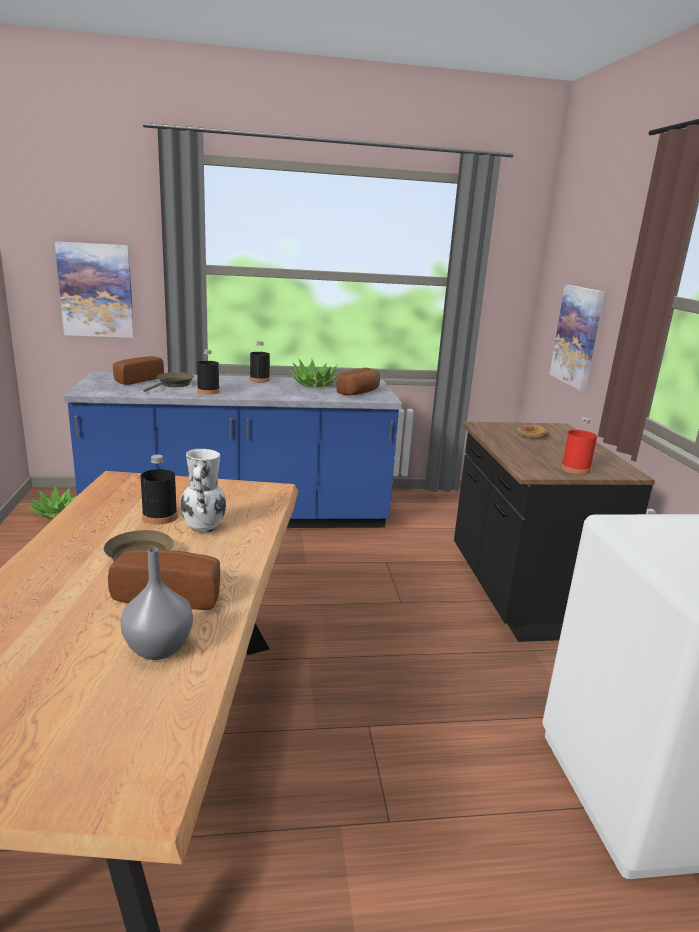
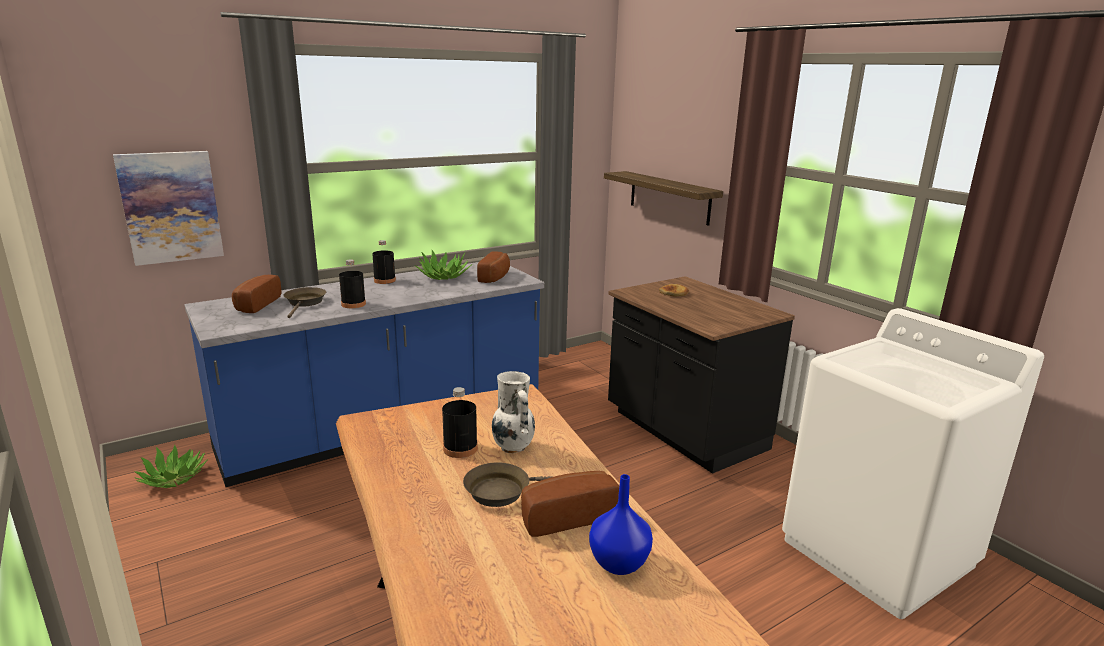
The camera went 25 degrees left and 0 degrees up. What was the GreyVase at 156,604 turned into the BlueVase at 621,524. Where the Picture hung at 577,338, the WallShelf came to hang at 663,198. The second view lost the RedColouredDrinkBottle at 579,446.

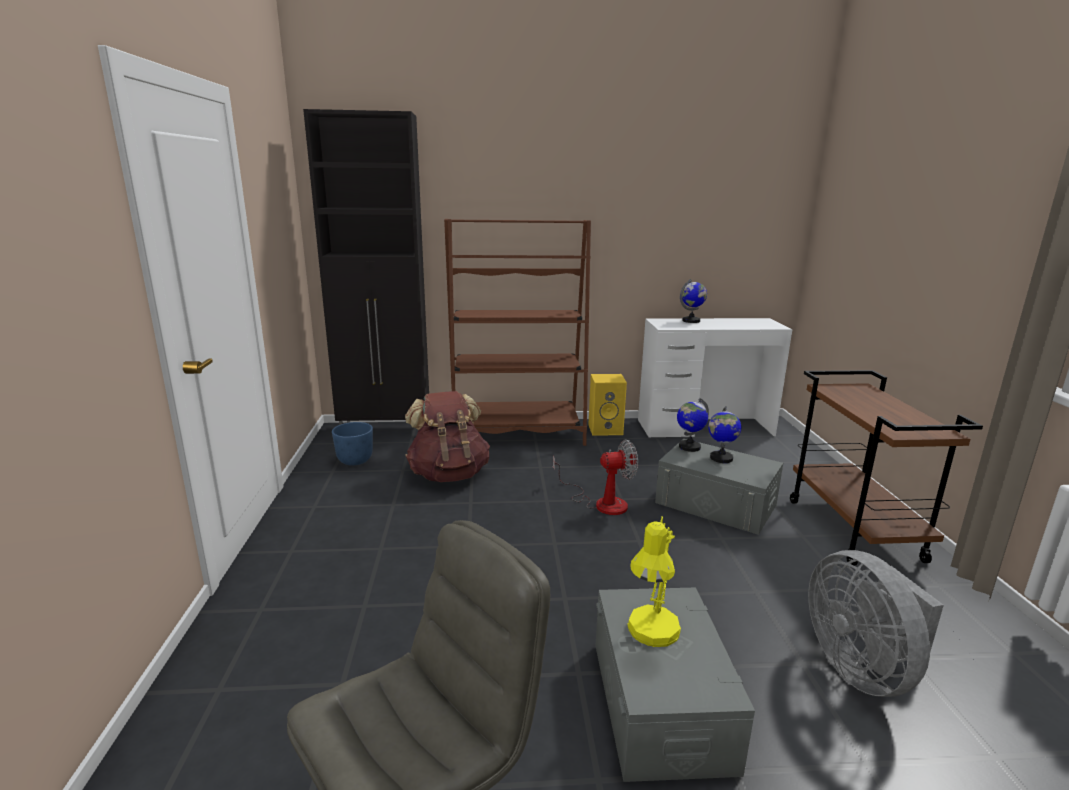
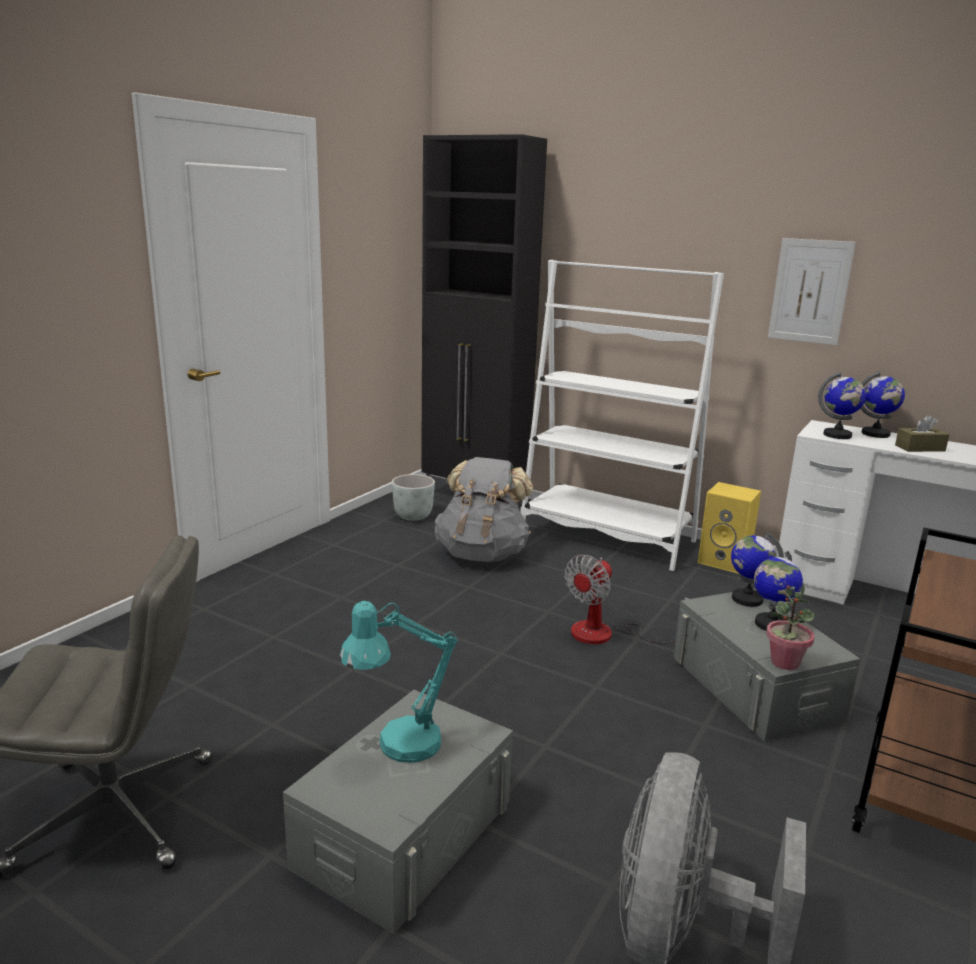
The camera went 35 degrees right and 0 degrees up. What was the BluePlantPot at 352,444 turned into the GreyPlantPot at 413,497. What was the BrownColouredRucksack at 447,436 turned into the GreyRucksack at 484,509. What was the BrownColouredShelvingUnit at 517,332 turned into the WhitishShelvingUnit at 622,415. The Fan at 595,477 ended up facing another way, 105 degrees clockwise from before. What was the YellowTableLamp at 654,581 turned into the BlueGreenTableLamp at 398,682. The second view gained the PottedPlant at 790,626. The second view gained the Picture at 812,291. The second view gained the Globe at 842,405. The second view gained the BrownColouredBoxOfTissues at 922,433.

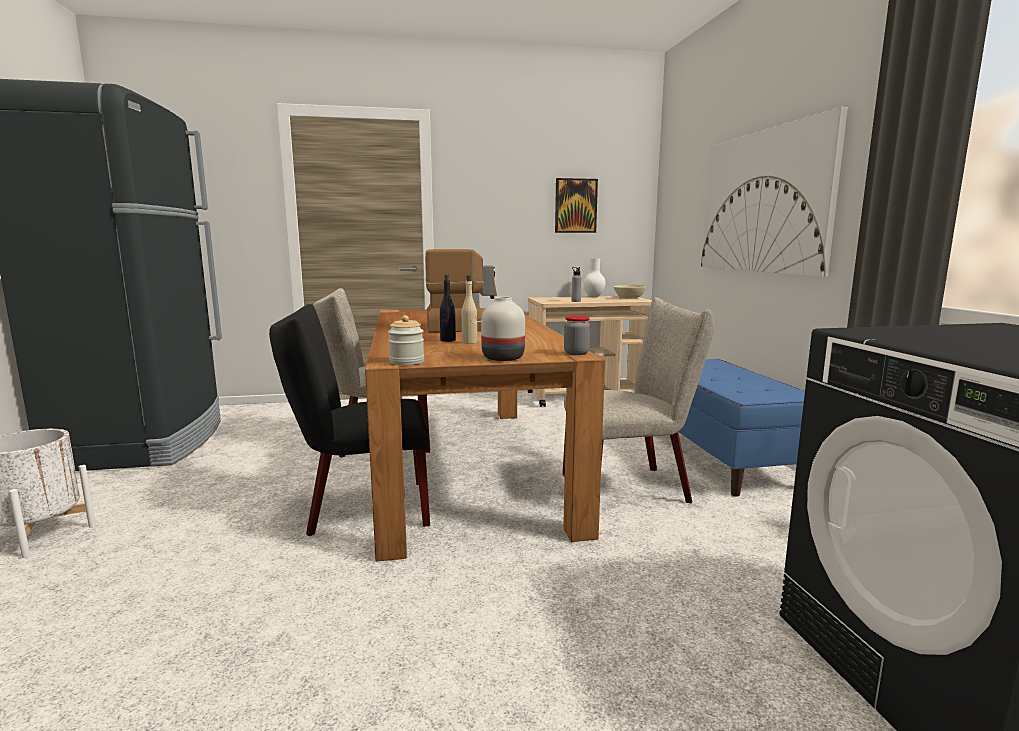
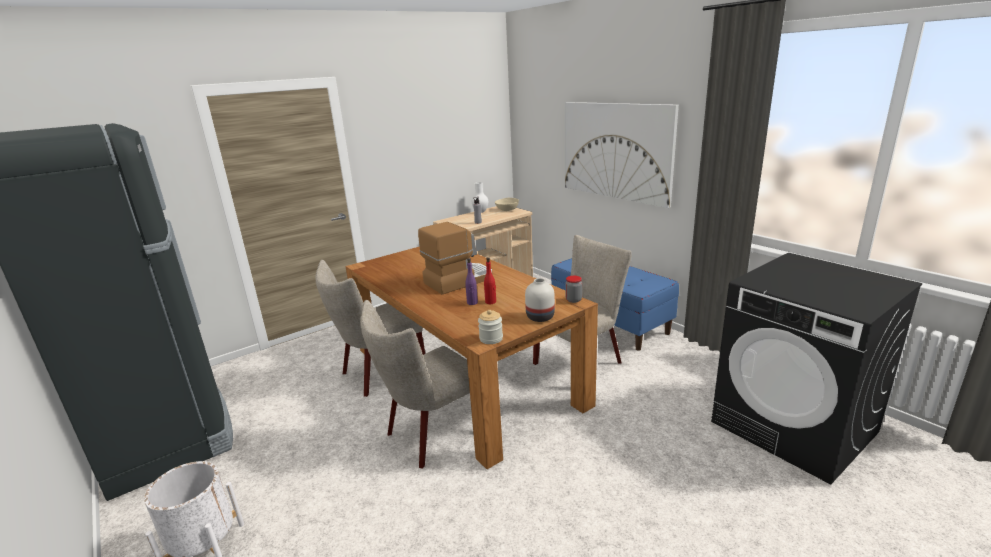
The camera went 25 degrees left and 10 degrees up. What was the BlackChair at 349,420 turned into the SandColouredChair at 415,384. What was the BlackDrinkBottle at 448,308 turned into the PurpleDrinkBottle at 471,281. What was the SandColouredDrinkBottle at 469,309 turned into the RedColouredDrinkBottle at 490,280. The second view lost the Picture at 576,205.

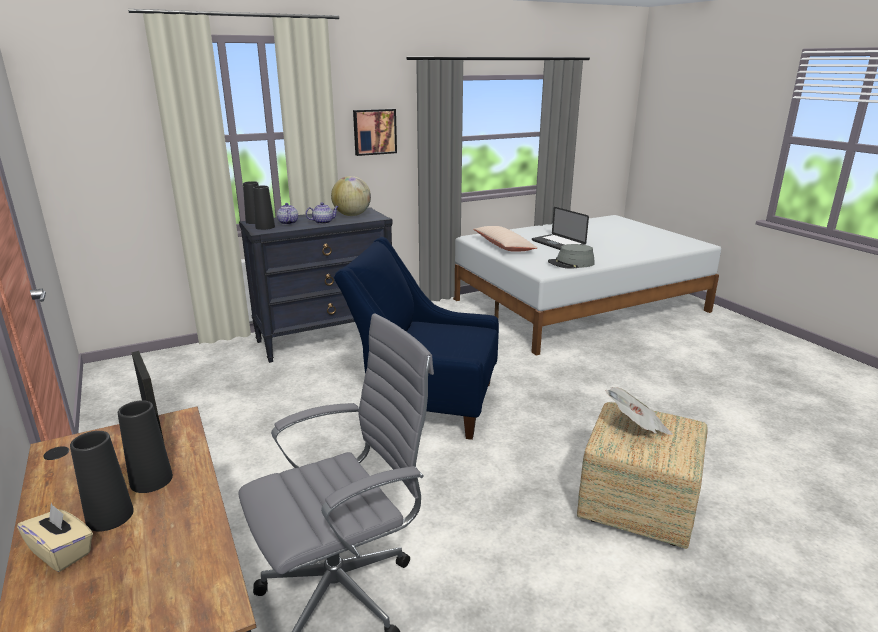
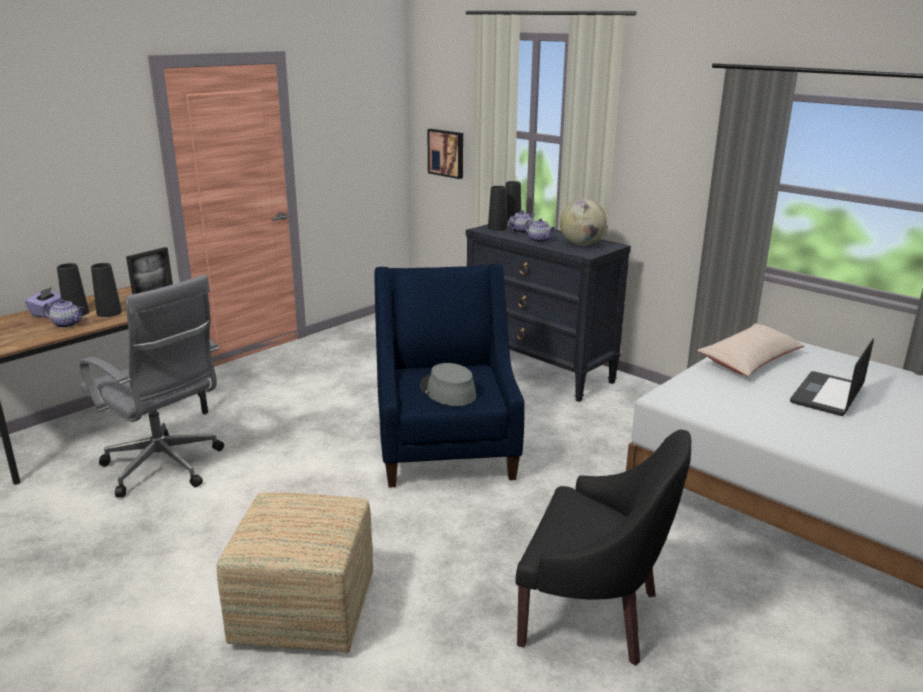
The camera went 70 degrees right and 0 degrees up. What was the SandColouredBoxOfTissues at 55,537 turned into the PurpleBoxOfTissues at 43,302. The Picture ended up elsewhere, having gone from 375,132 to 445,154. The GreyWearableHat ended up elsewhere, having gone from 571,256 to 448,384. The second view lost the DailyPaper at 639,411. The second view gained the Teapot at 63,313. The second view gained the BlackArmchair at 603,548.

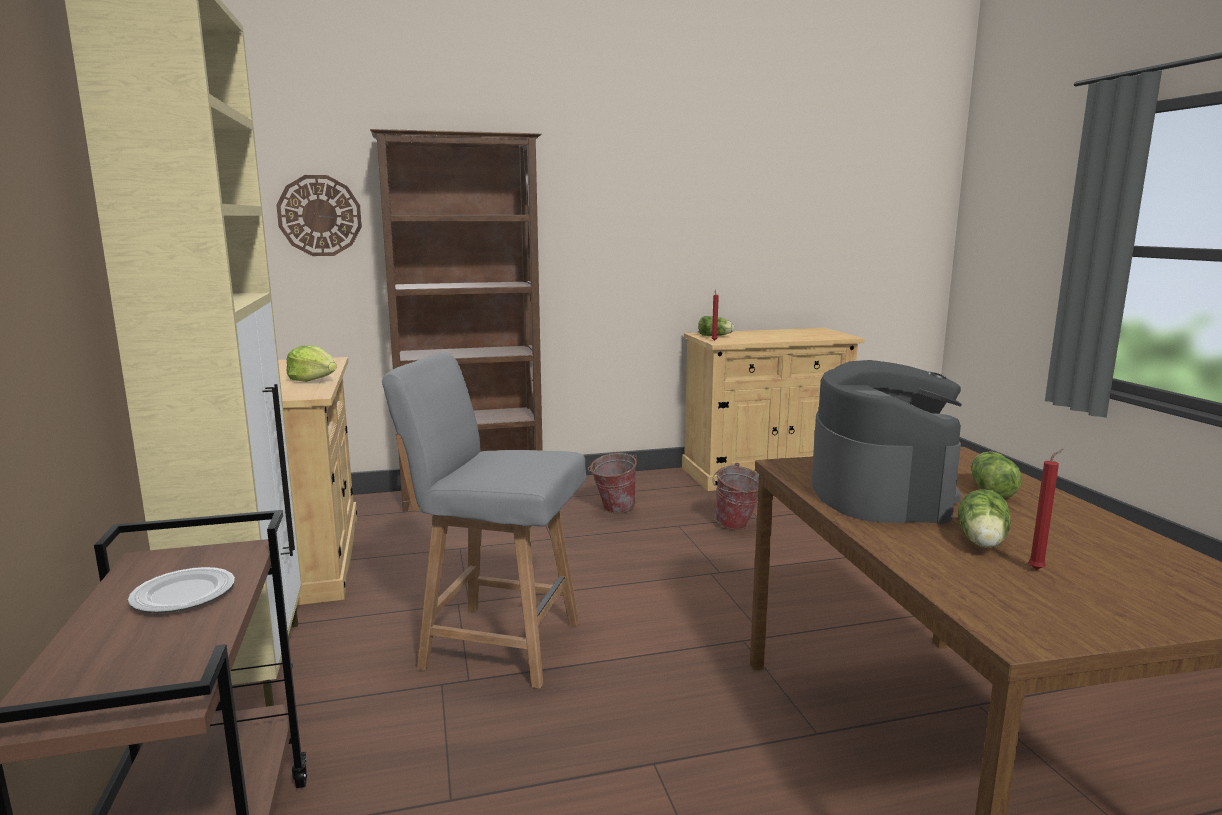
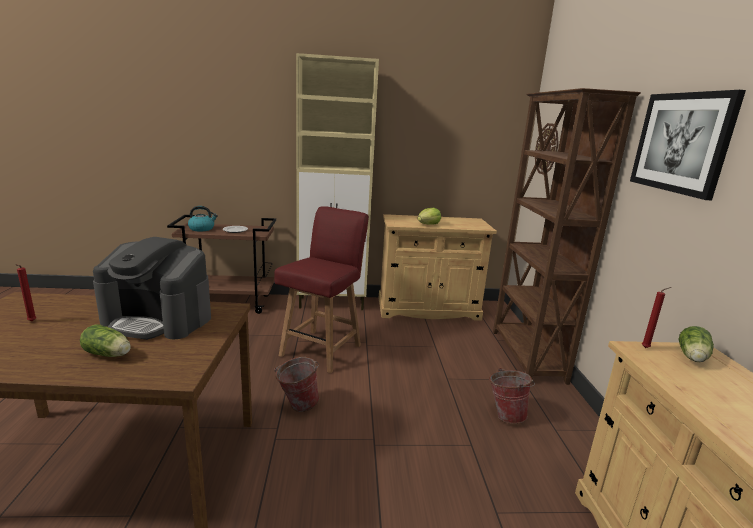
The camera went 100 degrees right and 5 degrees up. What was the GreyChair at 484,520 turned into the RedColouredChair at 321,289. The Pail ended up elsewhere, having gone from 735,496 to 296,384. The second view lost the Lettuce at 984,518. The second view gained the Kettle at 203,219. The second view gained the Picture at 688,145.

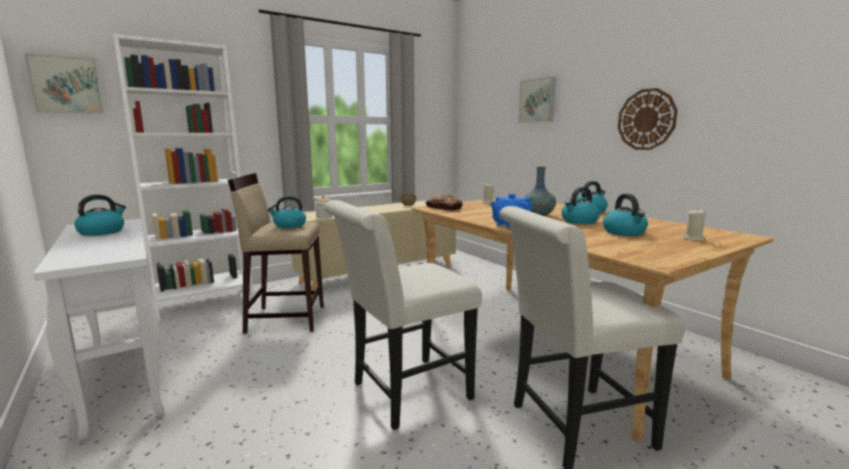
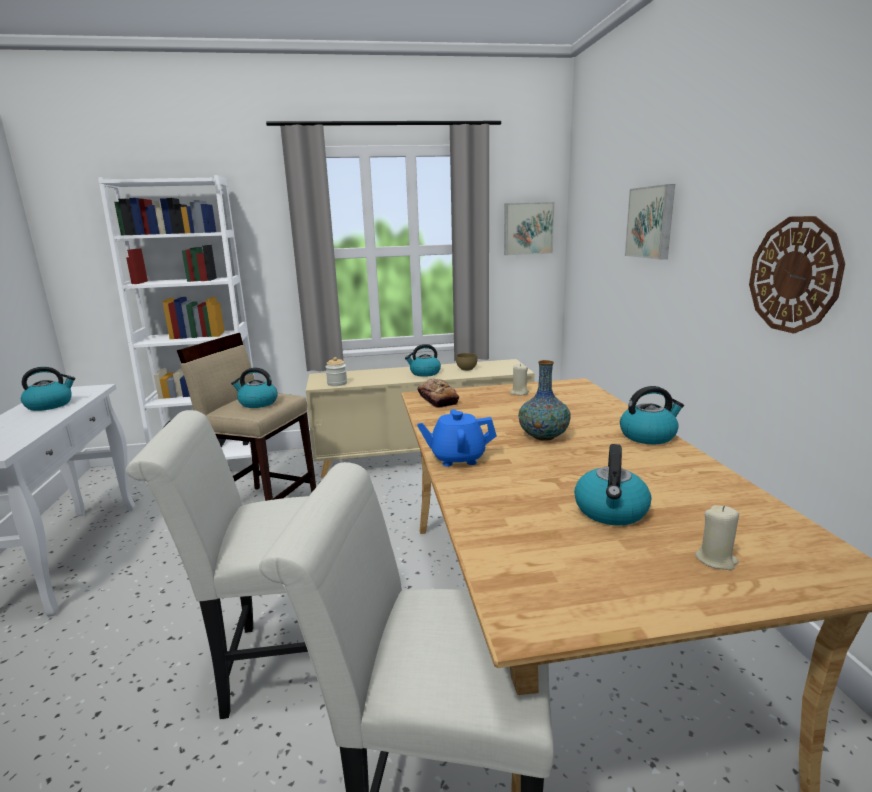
The camera went 25 degrees right and 5 degrees up. The Picture ended up elsewhere, having gone from 64,83 to 529,228. The Kettle ended up elsewhere, having gone from 580,205 to 423,360.

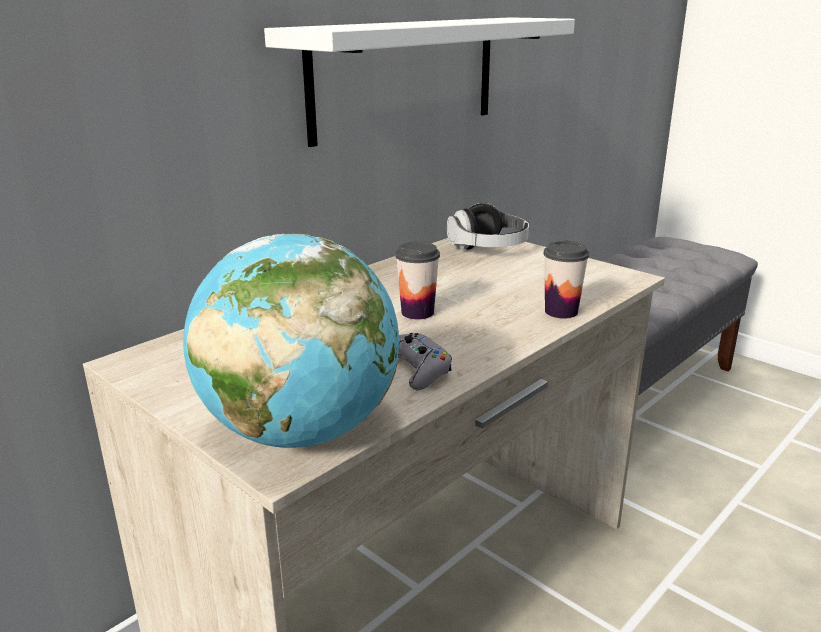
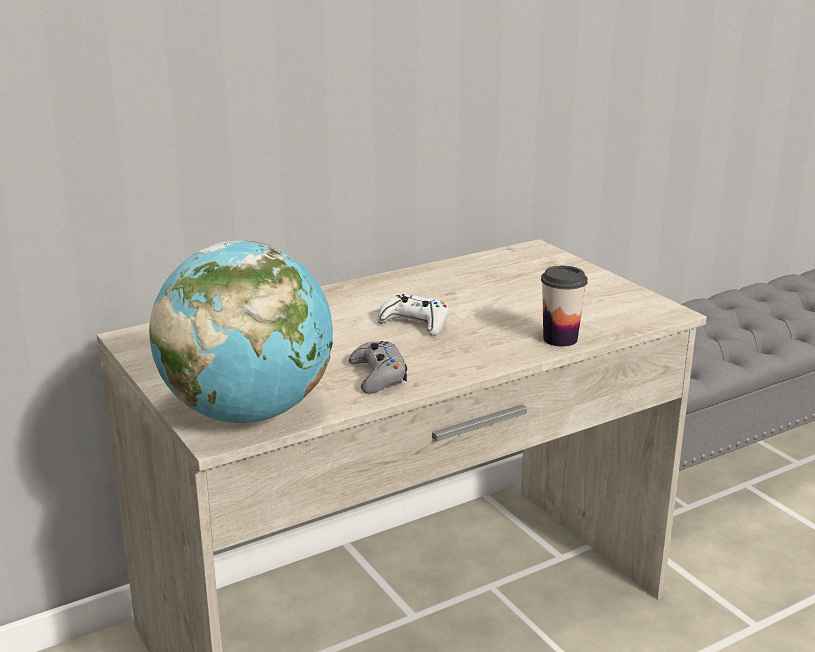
The camera went 15 degrees right and 0 degrees up. The second view lost the WhitishWallShelf at 419,82. Where the SmallCup stood at 417,280, the WhitishGamepad came to stand at 413,315. The second view lost the PairOfHeadphones at 488,226.

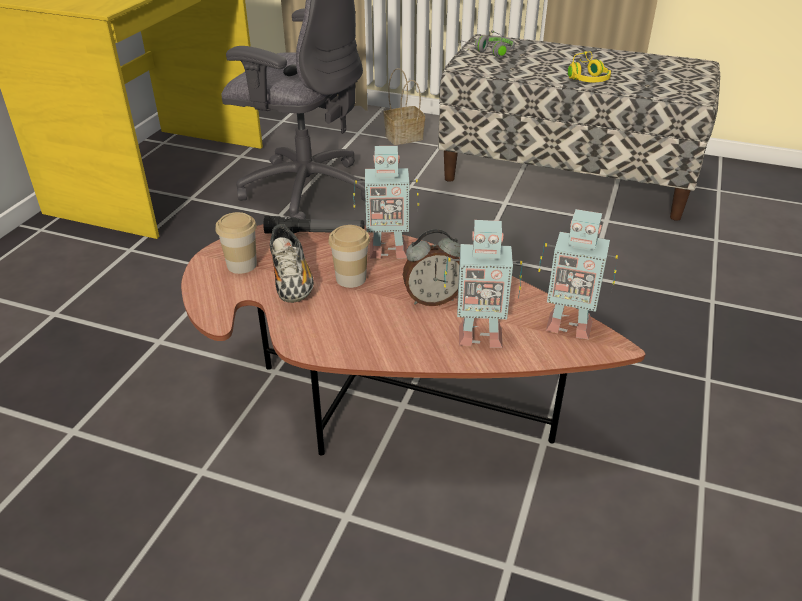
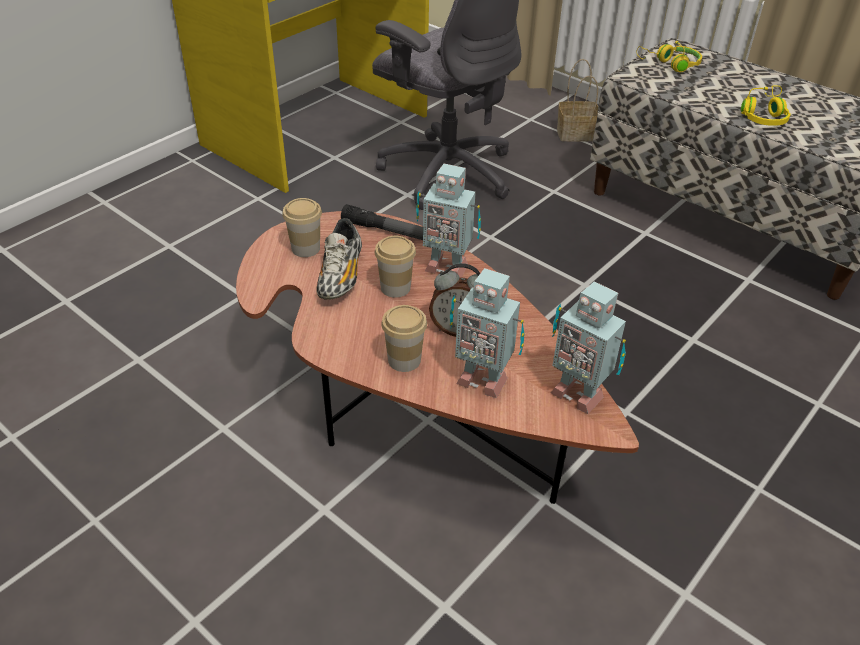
The camera went 20 degrees right and 5 degrees up. What was the GreyPairOfHeadphones at 486,43 turned into the YellowPairOfHeadphones at 669,56. The second view gained the SmallCup at 404,338.

